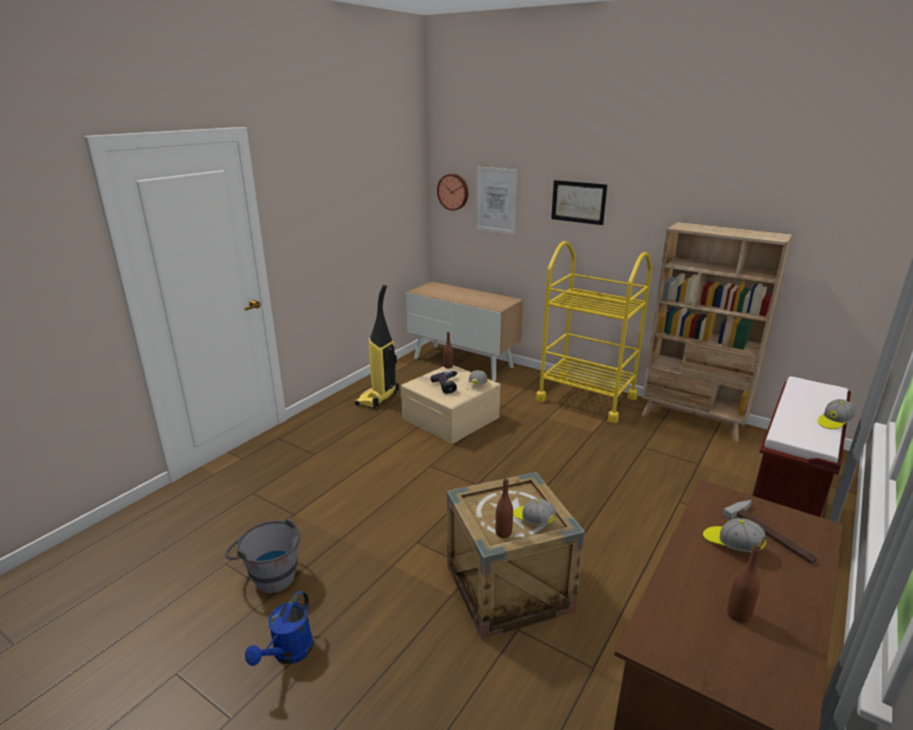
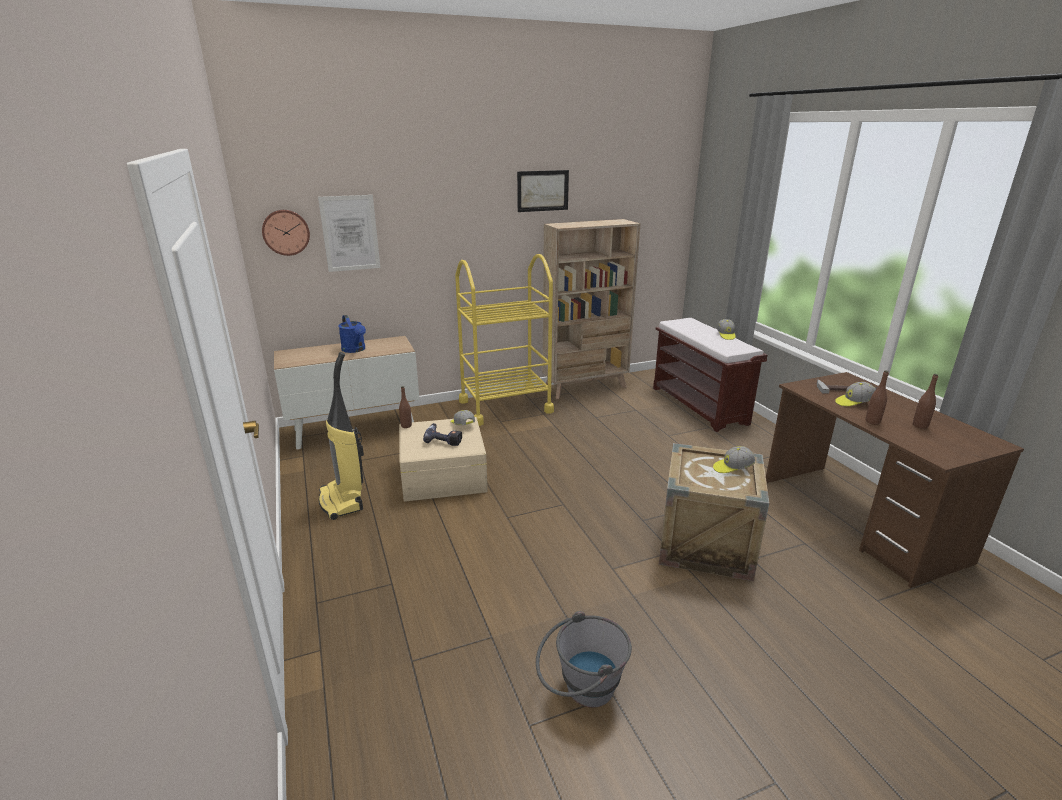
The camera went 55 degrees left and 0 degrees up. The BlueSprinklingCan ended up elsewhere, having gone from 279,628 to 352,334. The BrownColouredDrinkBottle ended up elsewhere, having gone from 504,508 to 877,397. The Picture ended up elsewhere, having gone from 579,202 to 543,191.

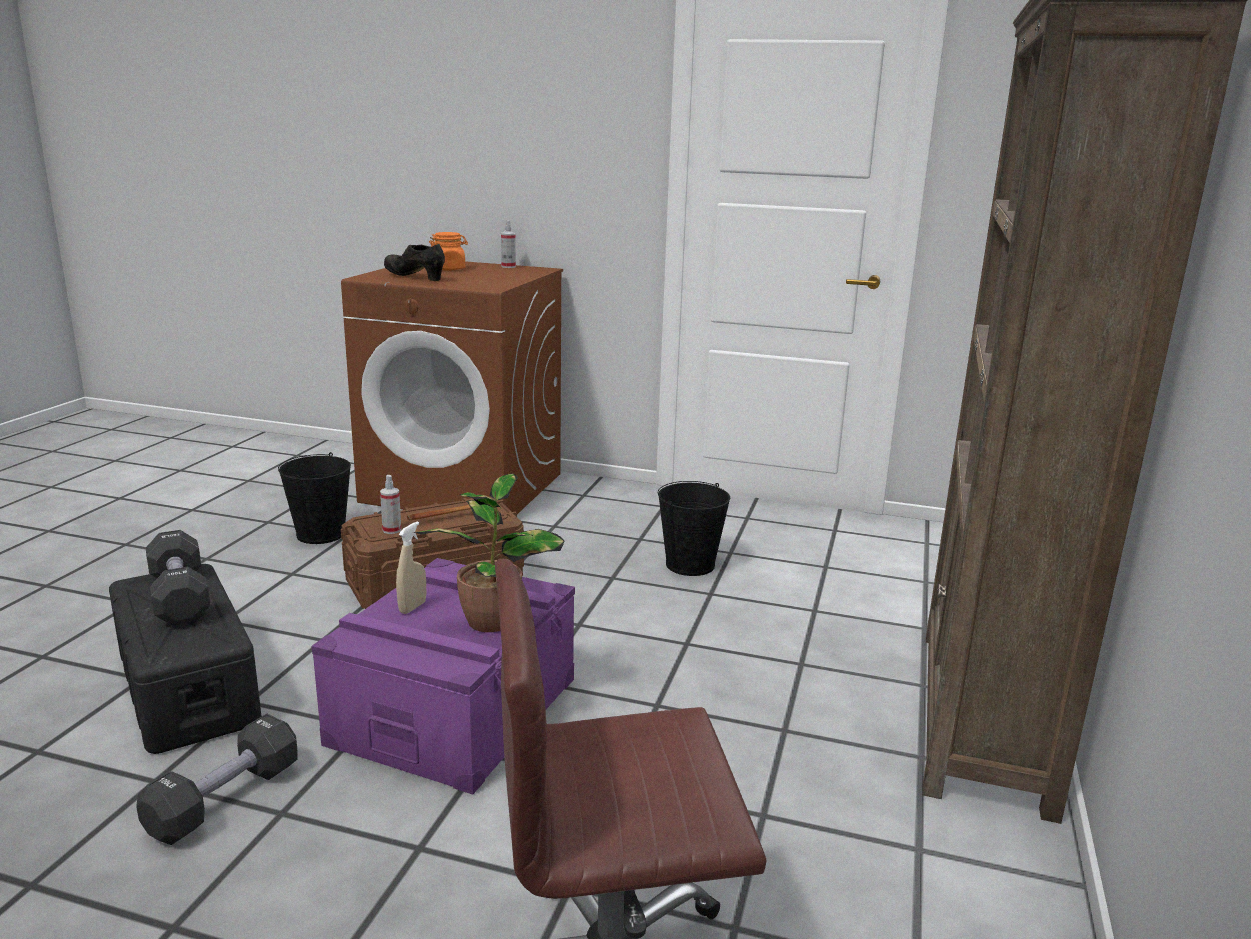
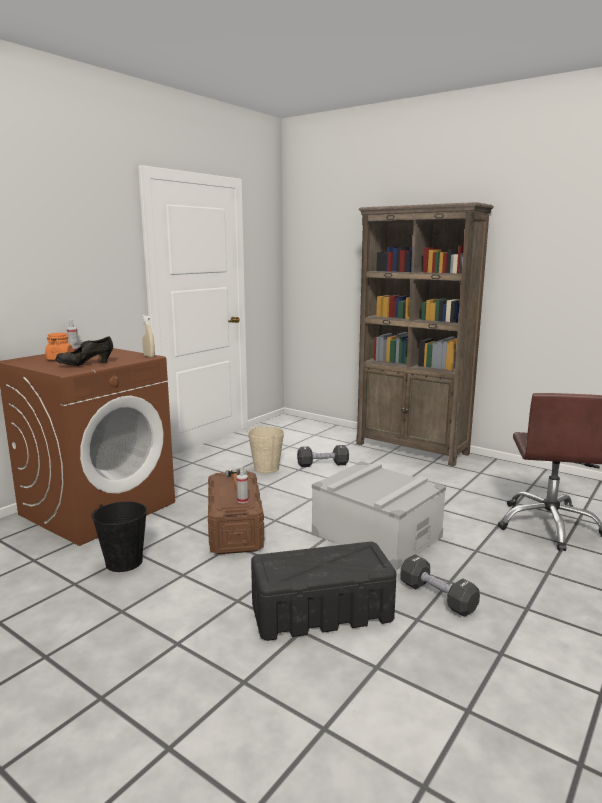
The camera went 70 degrees left and 5 degrees down. The BlackHandWeight ended up elsewhere, having gone from 178,578 to 323,456. What was the PurpleStorageContainer at 443,676 turned into the GreyStorageContainer at 379,515. The SandColouredSprayer ended up elsewhere, having gone from 411,567 to 148,336. The second view lost the PottedPlant at 489,553. What was the BlackPail at 694,528 turned into the SandColouredPail at 265,449.

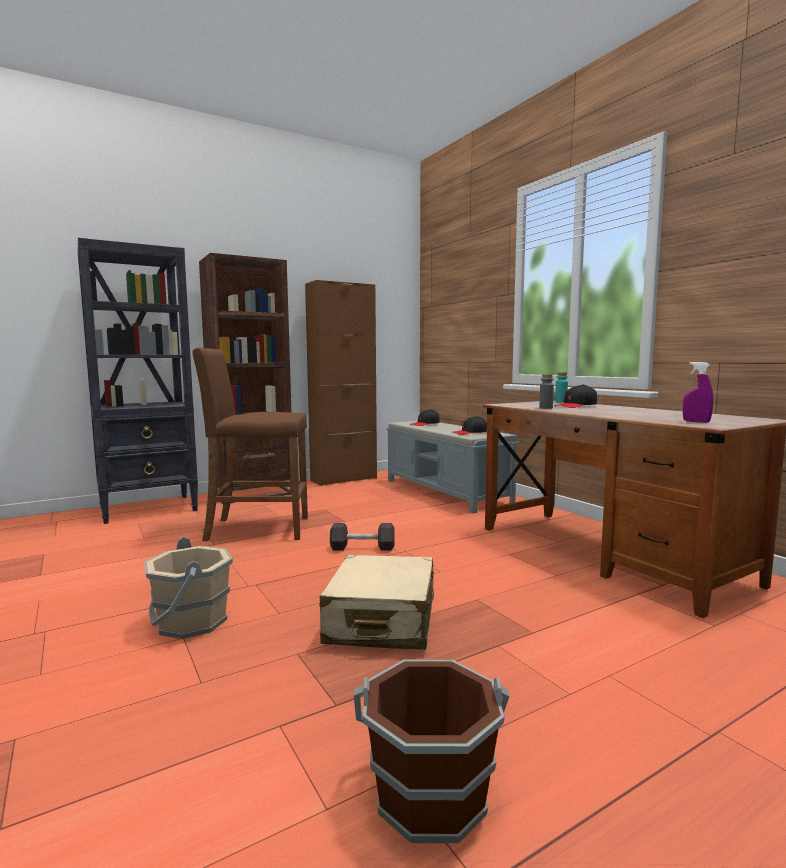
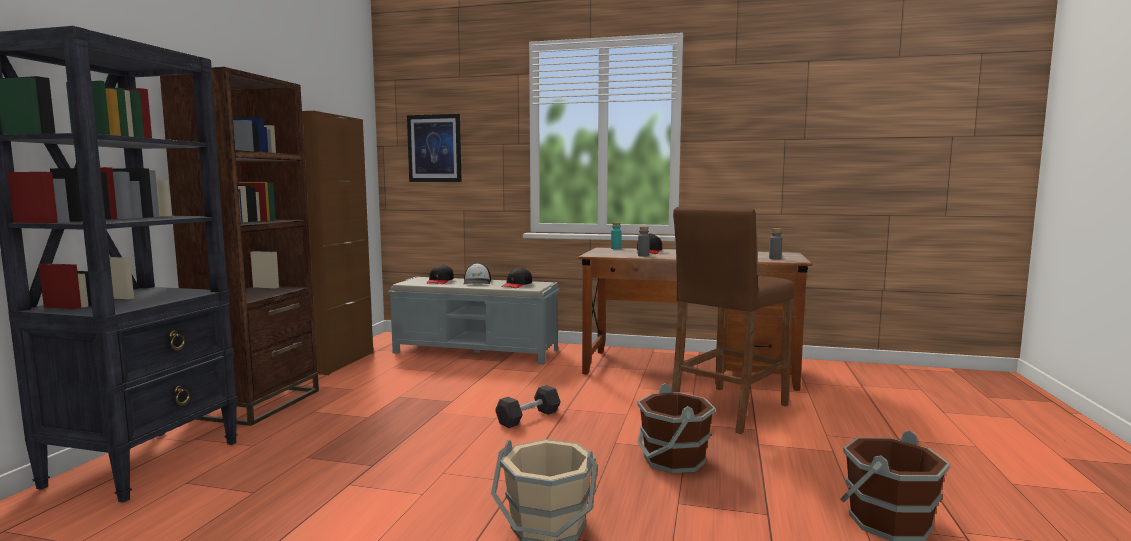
The camera went 45 degrees left and 0 degrees up. The BrownColouredStoolSeat ended up elsewhere, having gone from 250,444 to 732,320. Where the SandColouredTravelCase stood at 377,602, the BrownColouredPail came to stand at 676,428. Where the PurpleSprayer stood at 698,392, the GreyDrinkBottle came to stand at 775,244. The second view gained the Picture at 434,148. The second view gained the PeakedCap at 477,274.

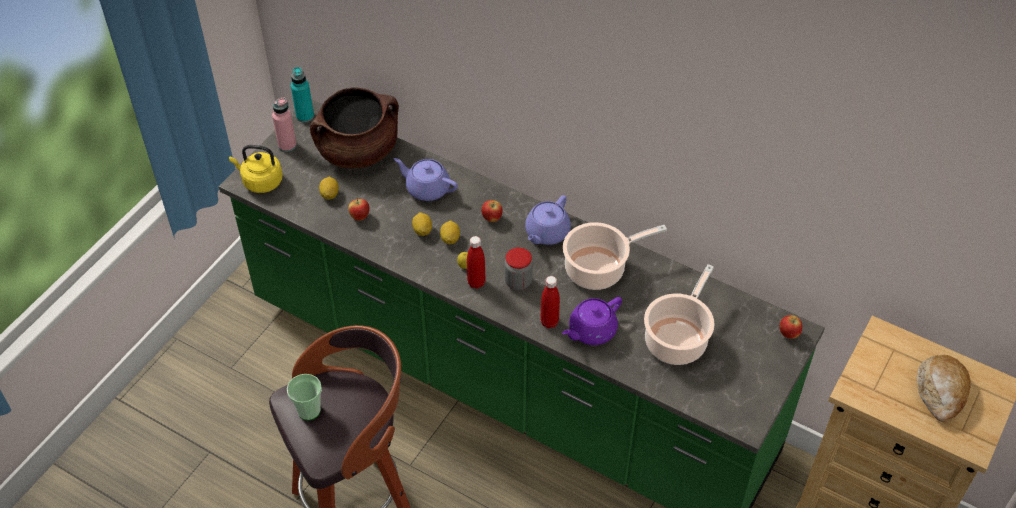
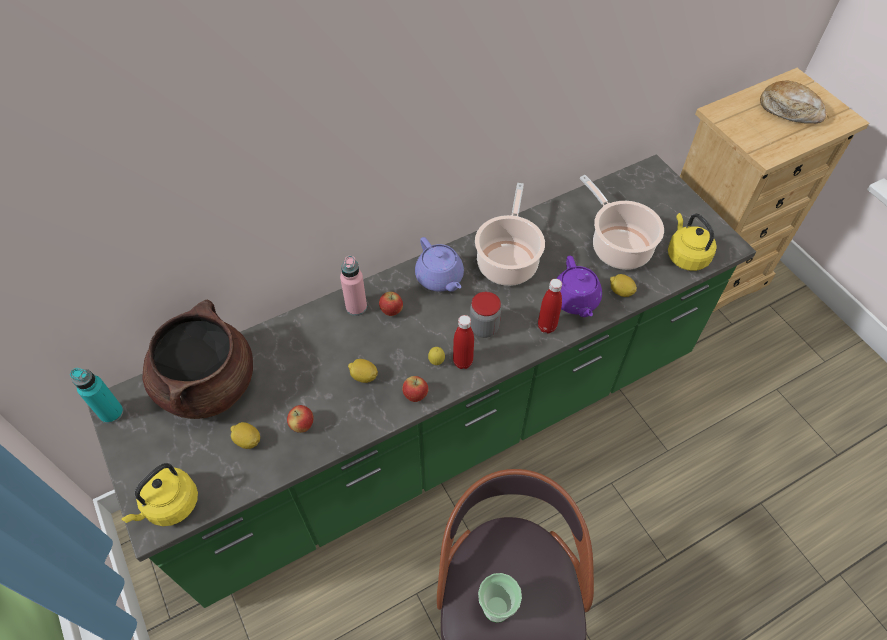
The camera went 60 degrees left and 5 degrees up. The PinkishDrinkBottle ended up elsewhere, having gone from 284,125 to 353,286. The second view lost the PurpleTeapot at 426,179. The WholeLemon ended up elsewhere, having gone from 450,232 to 623,285. The WholeApple ended up elsewhere, having gone from 790,327 to 415,389. The second view gained the YellowKettle at 692,242.

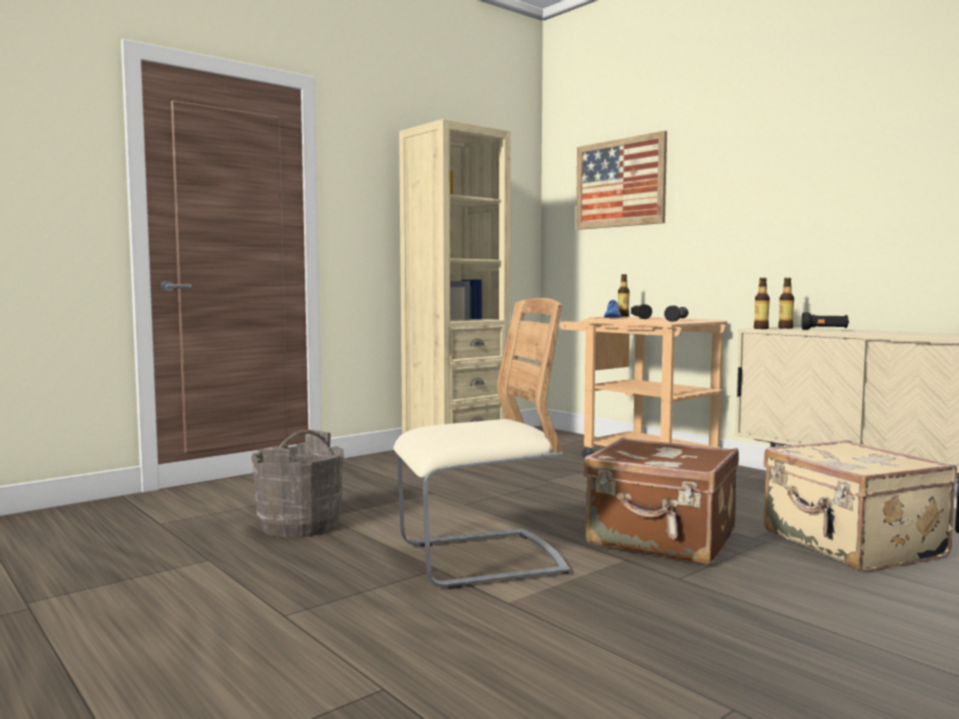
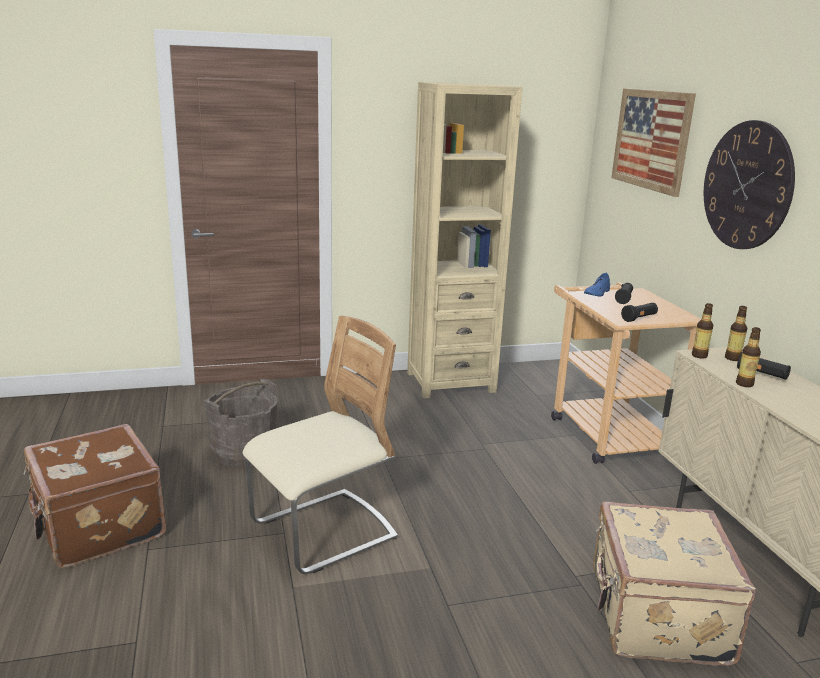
The camera went 25 degrees right and 15 degrees up. The SandColouredChair at 481,443 ended up facing another way, 45 degrees counterclockwise from before. The BrownColouredTravelCase ended up elsewhere, having gone from 661,501 to 95,496. The DrinkBottle ended up elsewhere, having gone from 624,295 to 748,357. The second view gained the ClockOnTheWall at 749,184.

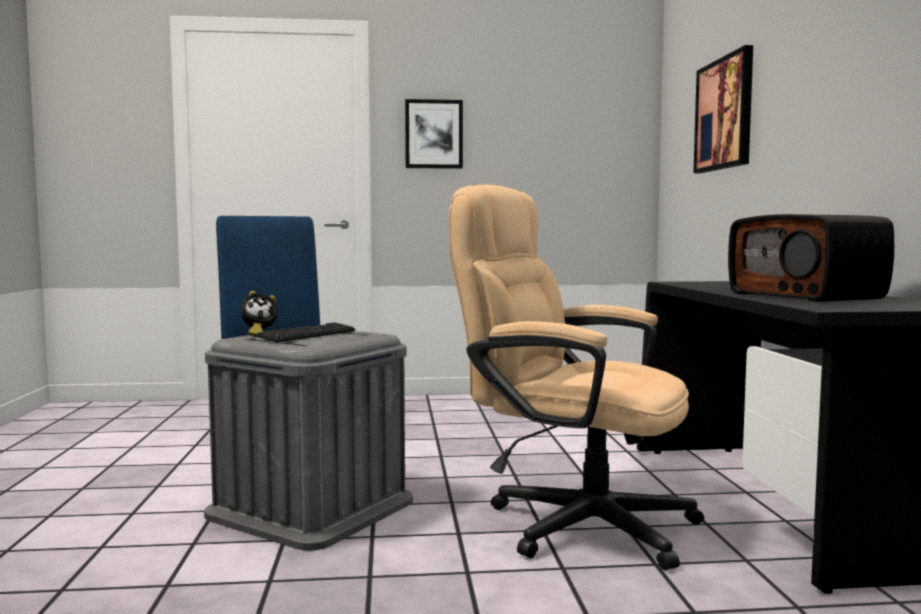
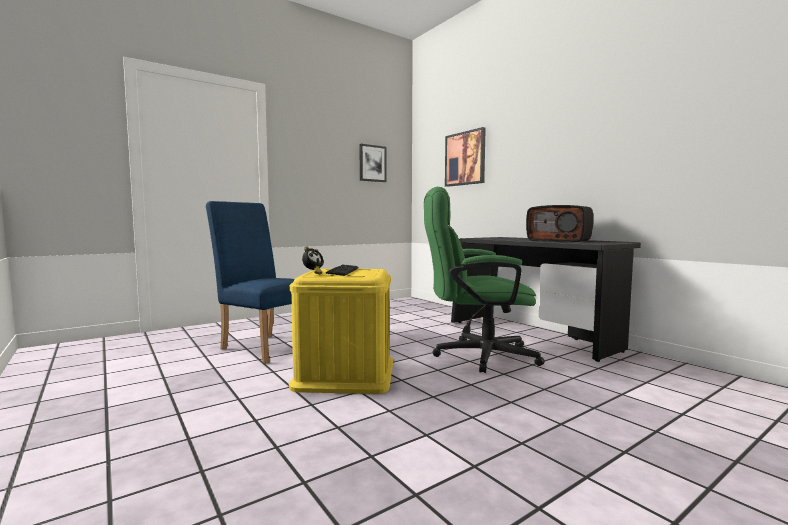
The camera went 30 degrees left and 0 degrees up. What was the GreyStorageContainer at 308,441 turned into the YellowStorageContainer at 341,331. The Picture ended up elsewhere, having gone from 434,134 to 372,163. What was the SandColouredDeskChair at 576,377 turned into the GreenColouredDeskChair at 484,280.

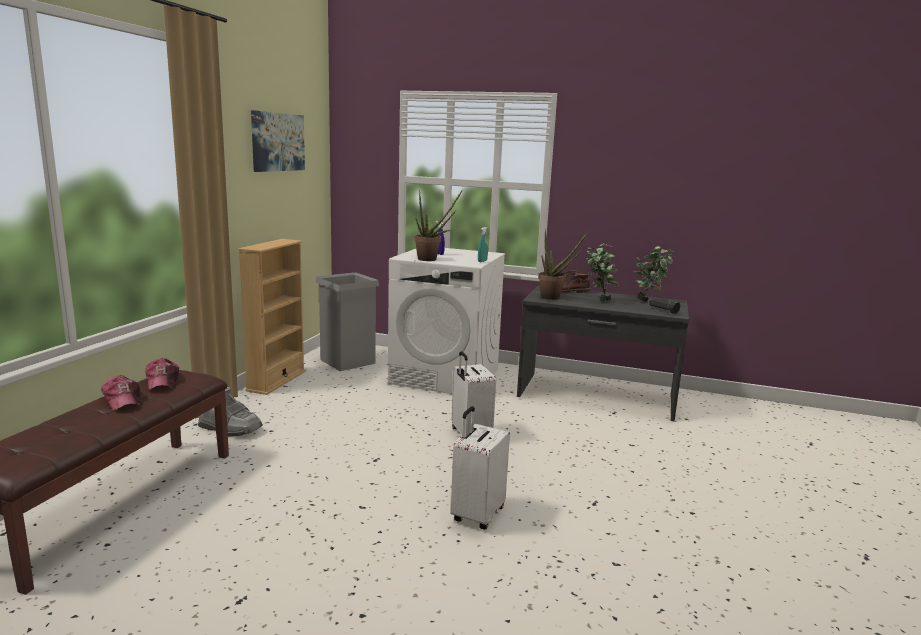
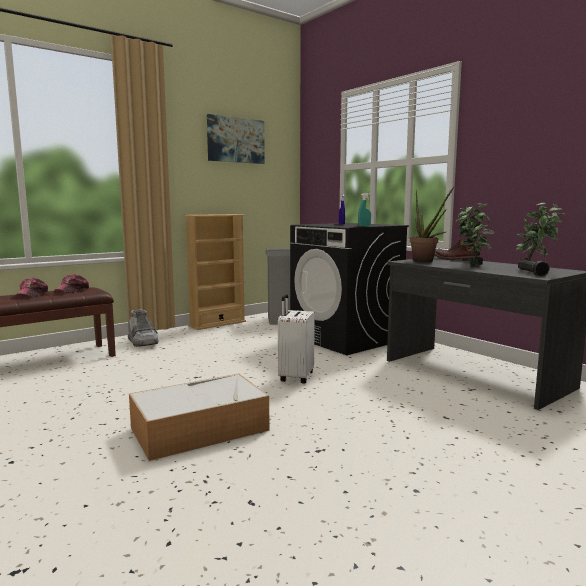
The camera went 35 degrees right and 5 degrees down. What was the WhitishLaundryMachine at 446,321 turned into the BlackLaundryMachine at 349,289. The second view lost the PottedPlant at 438,225. Where the WhitishTravelCase stood at 480,468, the StorageContainer came to stand at 199,417.

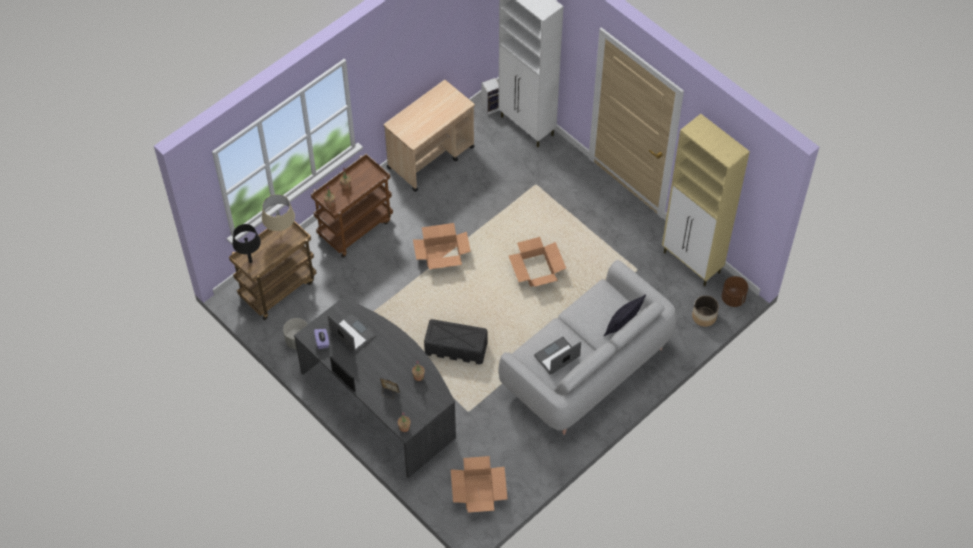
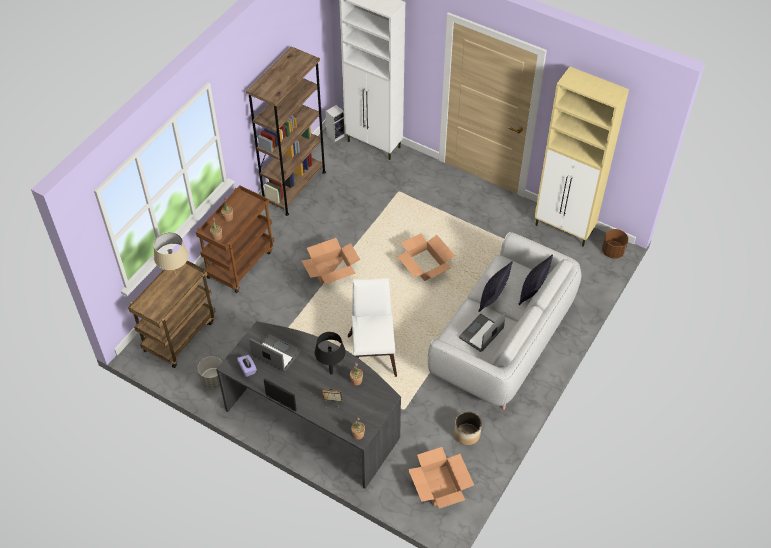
The camera went 15 degrees left and 5 degrees down. The BlackTableLamp ended up elsewhere, having gone from 246,243 to 330,353. Where the SandColouredTrolley stood at 429,136, the BrownColouredShelvingUnit came to stand at 286,131. Where the BlackStorageContainer stood at 456,341, the WhitishChair came to stand at 372,327. The PlantPot ended up elsewhere, having gone from 705,311 to 468,428. The second view gained the ThrowPillow at 495,286.

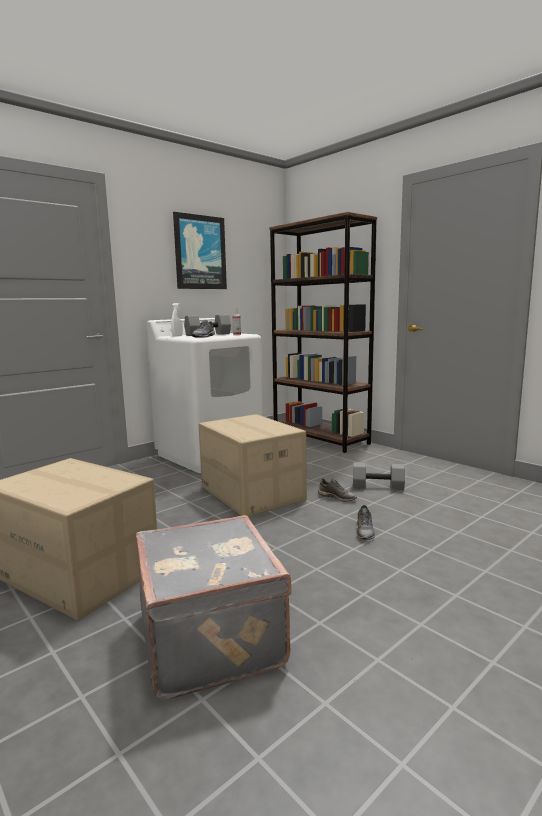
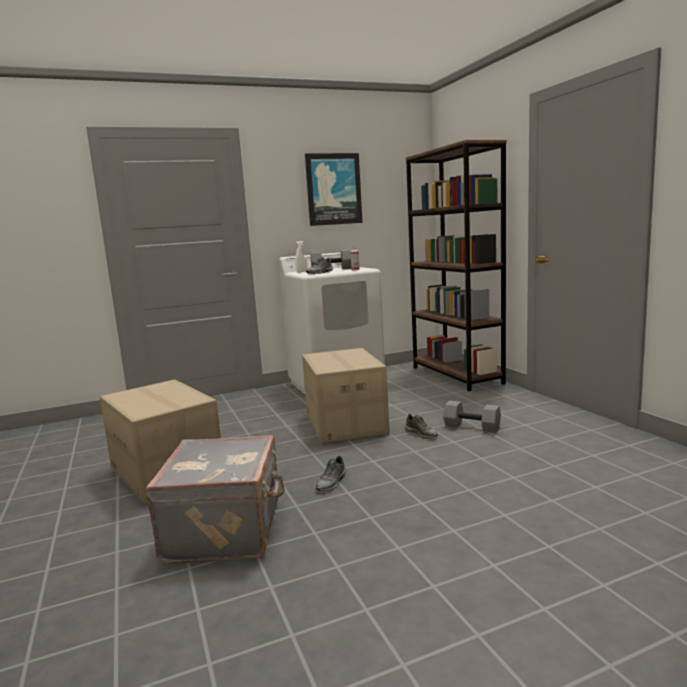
The camera went 20 degrees right and 0 degrees up. The GreyItemOfFootwear ended up elsewhere, having gone from 366,522 to 330,473.

